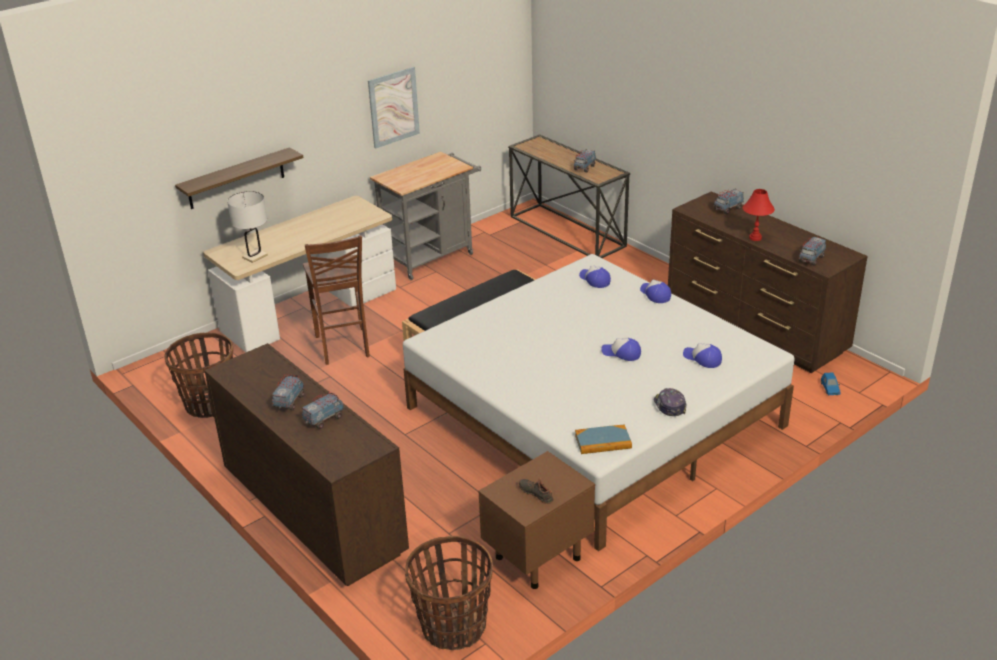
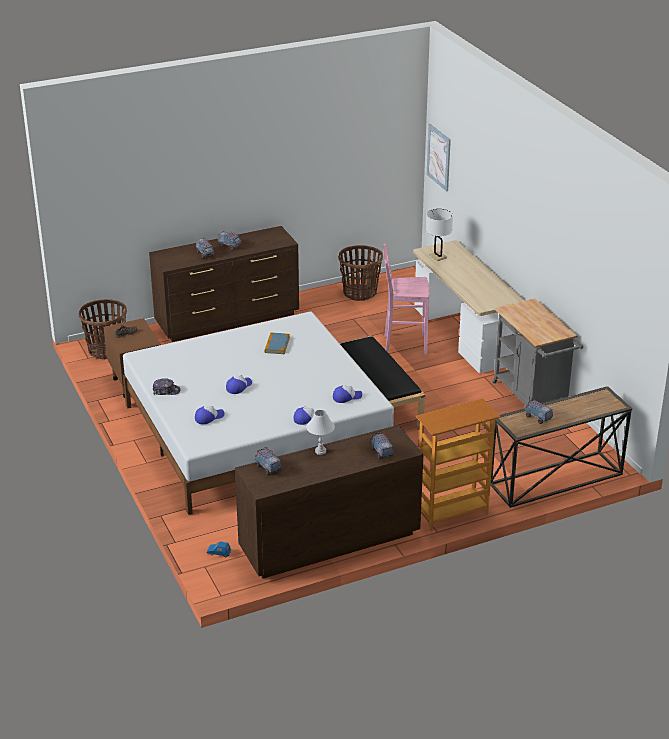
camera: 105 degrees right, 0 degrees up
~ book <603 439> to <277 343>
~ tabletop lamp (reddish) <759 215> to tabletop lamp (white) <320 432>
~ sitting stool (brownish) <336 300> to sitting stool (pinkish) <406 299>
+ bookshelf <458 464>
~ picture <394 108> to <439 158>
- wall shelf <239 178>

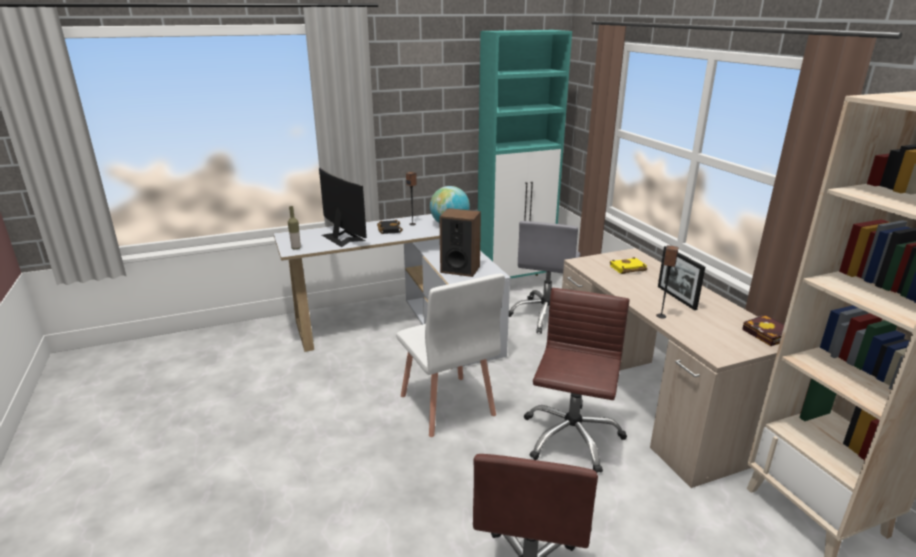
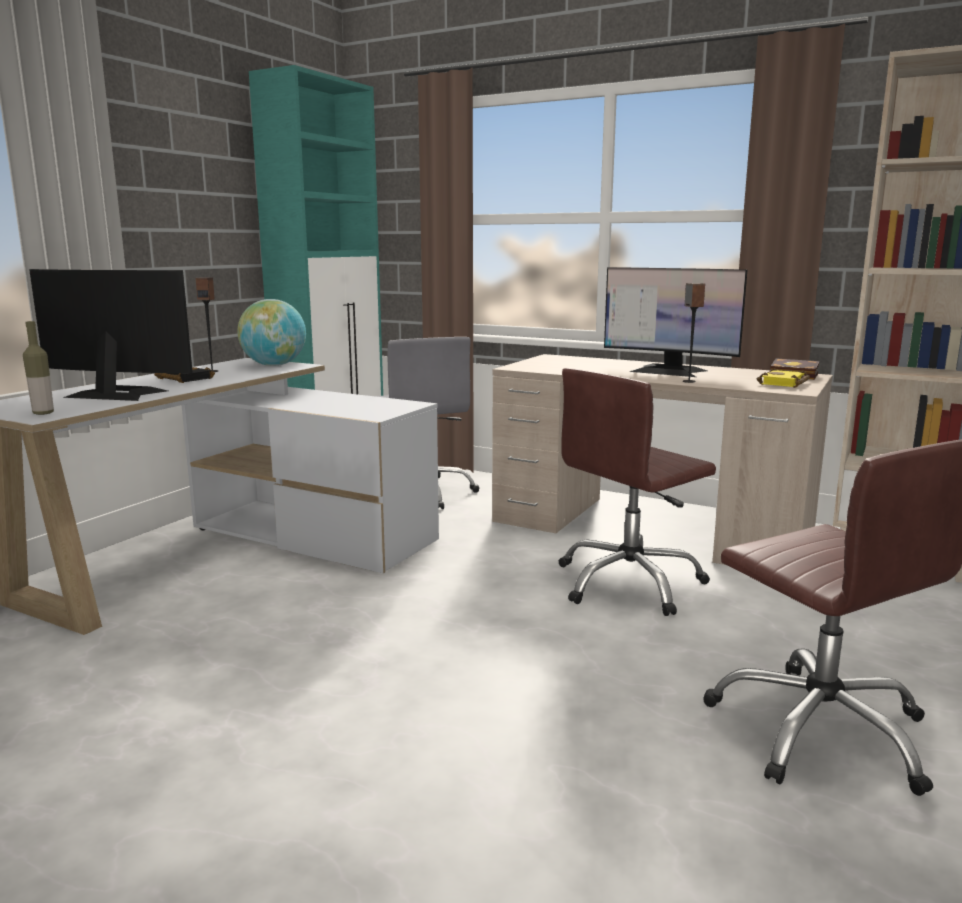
camera: 40 degrees left, 10 degrees down
~ office chair (brownish) <576 380> = <637 492> 105 degrees counterclockwise
~ picture frame <681 278> to monitor <675 322>
~ book (yellowish) <628 265> to <783 378>
- chair (white) <450 355>
- audio speaker <460 242>

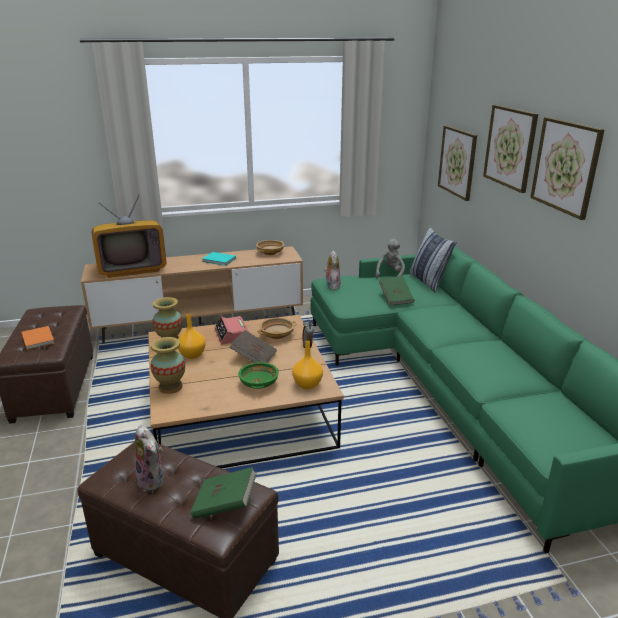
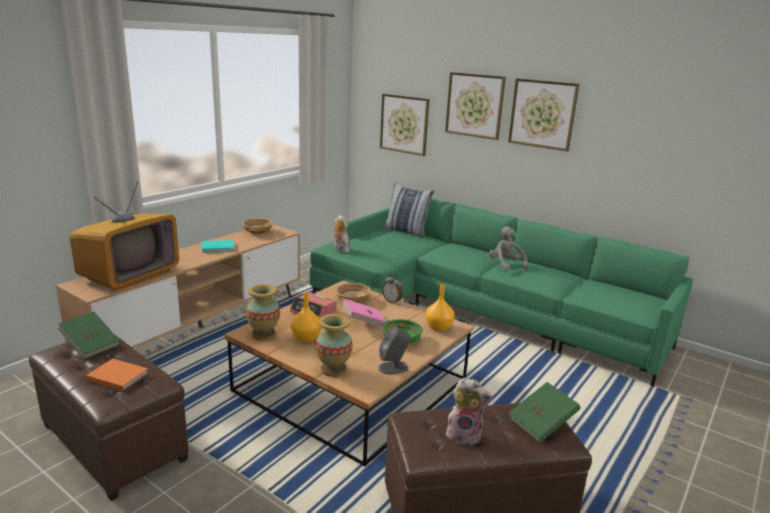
camera: 40 degrees left, 5 degrees down
~ book (green) <396 291> to <89 335>
~ book (brownish) <253 346> to book (pinkish) <364 313>
+ audio speaker (greyish) <394 350>
~ cuddly toy (greyish) <390 258> to <508 248>

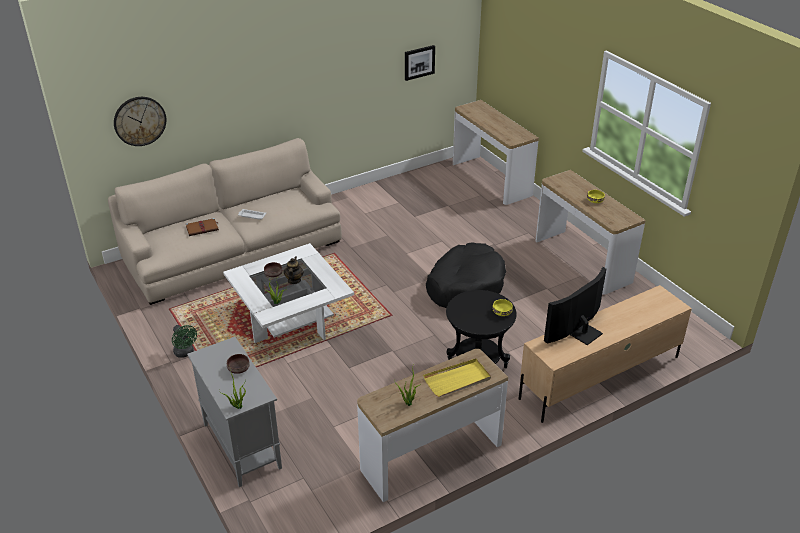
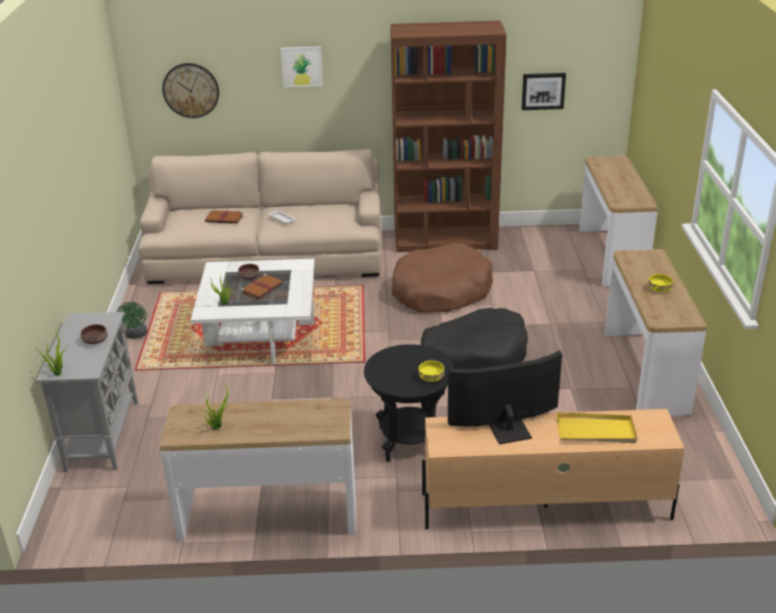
camera: 30 degrees right, 5 degrees down
~ pot for tea <293 270> to book (brownish) <262 286>
+ picture <302 67>
+ bookshelf (brownish) <448 136>
+ pet bed (brownish) <442 277>
~ tray (yellowish) <457 377> to <597 427>

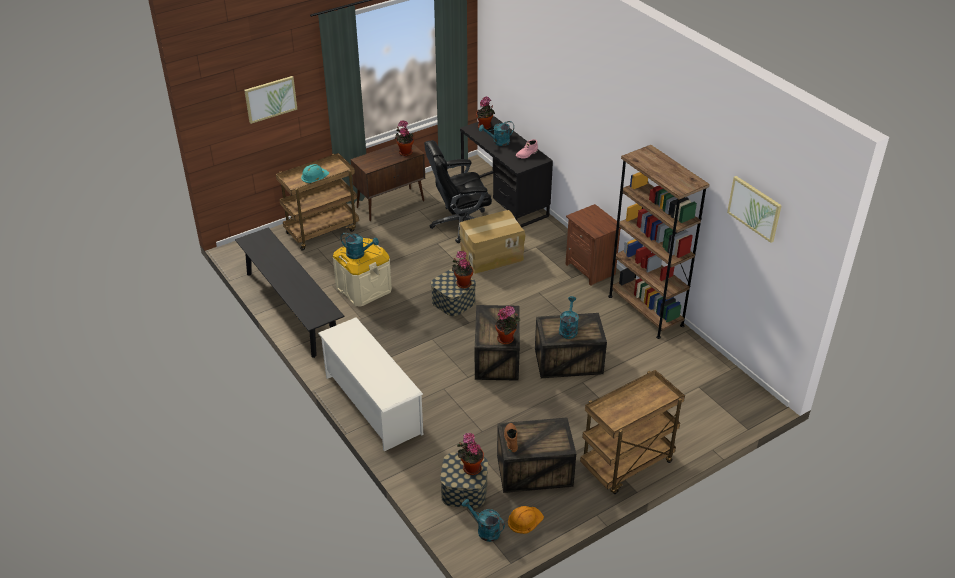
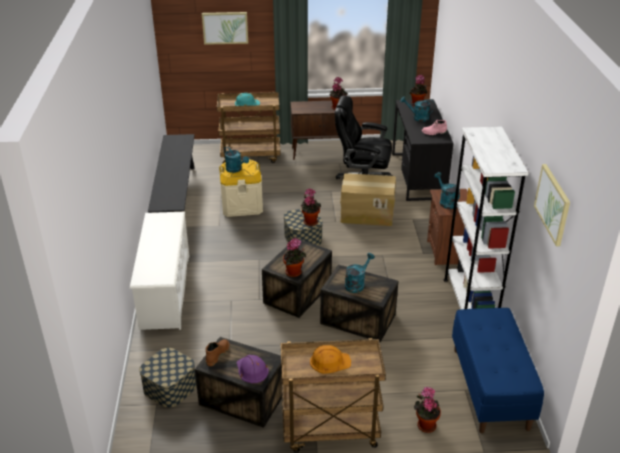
camera: 30 degrees right, 5 degrees down
+ hard hat (purple) <253 369>
~ hard hat (orangey) <526 520> to <330 359>
~ potted plant <470 454> to <427 409>
~ sprinkling can (turquoise-coloured) <483 520> to <447 190>
~ bookshelf (brownish) <659 242> to bookshelf (white) <486 218>
+ bench (bluish) <498 370>

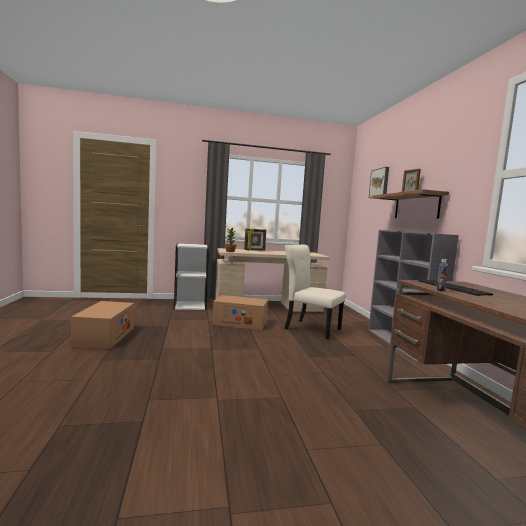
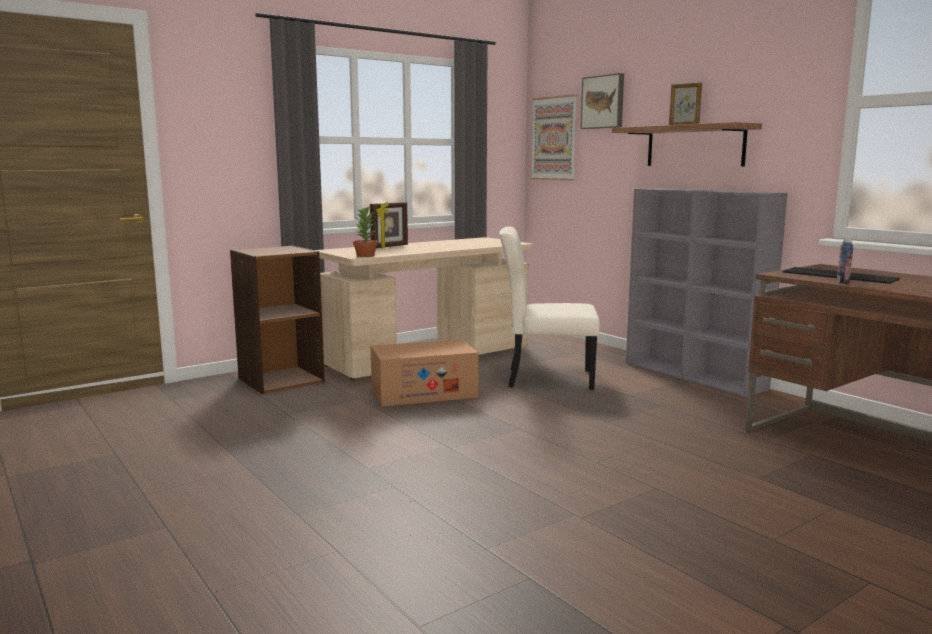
camera: 25 degrees left, 5 degrees up
~ bookshelf (white) <191 276> to bookshelf (brownish) <277 319>
+ picture <554 137>
- cardboard box <102 325>

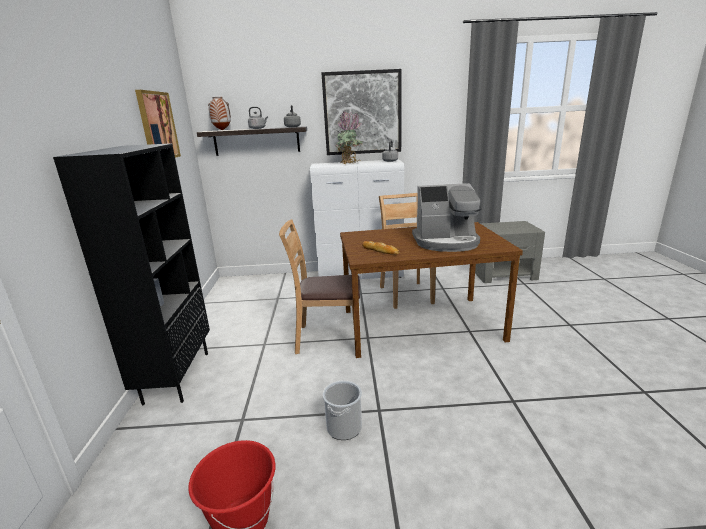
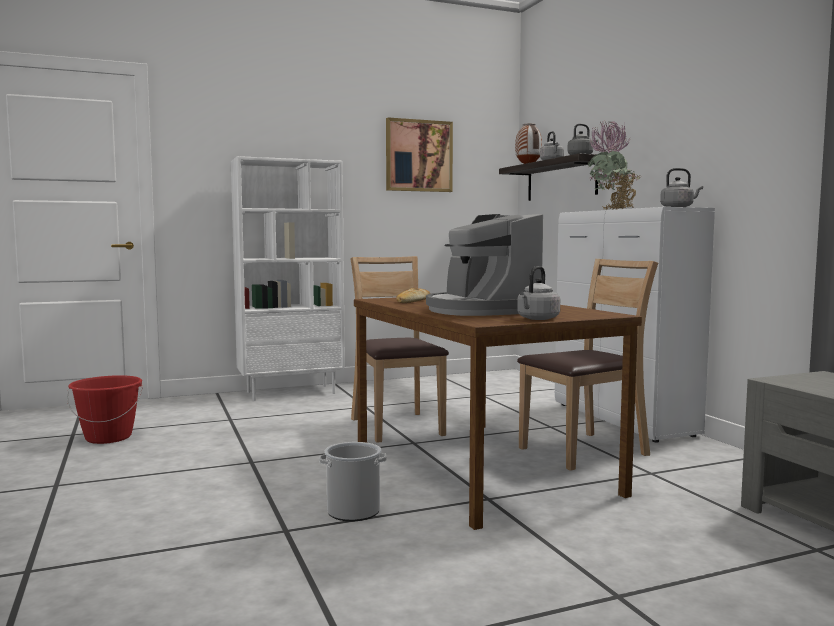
camera: 70 degrees right, 15 degrees down
~ bookshelf (black) <131 274> to bookshelf (white) <288 278>
~ bucket <342 410> to <353 481>
+ water kettle (greyish) <538 293>
- picture <361 112>

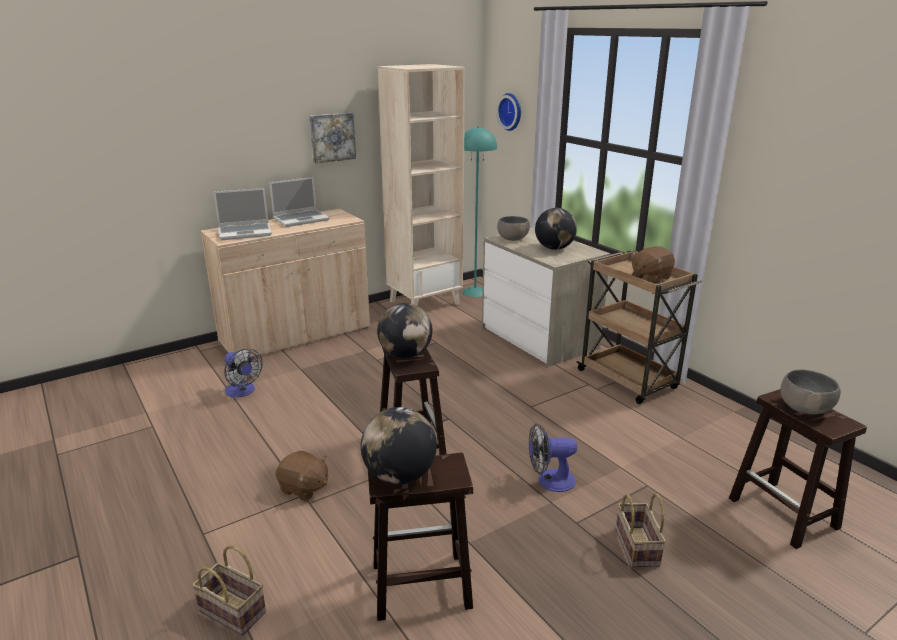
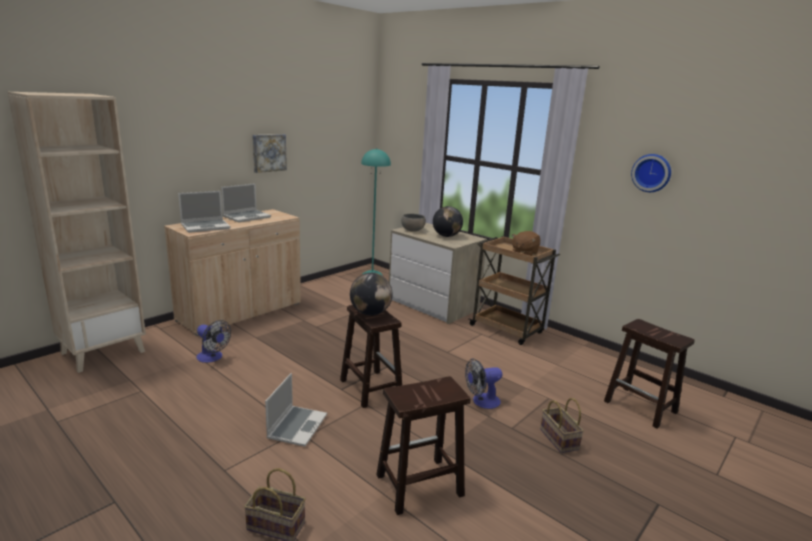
camera: 15 degrees left, 5 degrees down
~ bookshelf (beige) <421 185> to <77 232>
~ cuddly toy (brownish) <301 476> to notebook computer <296 409>
~ clock on the wall <508 112> to <651 173>
- desk globe <399 446>
- serving bowl (greyish) <811 392>

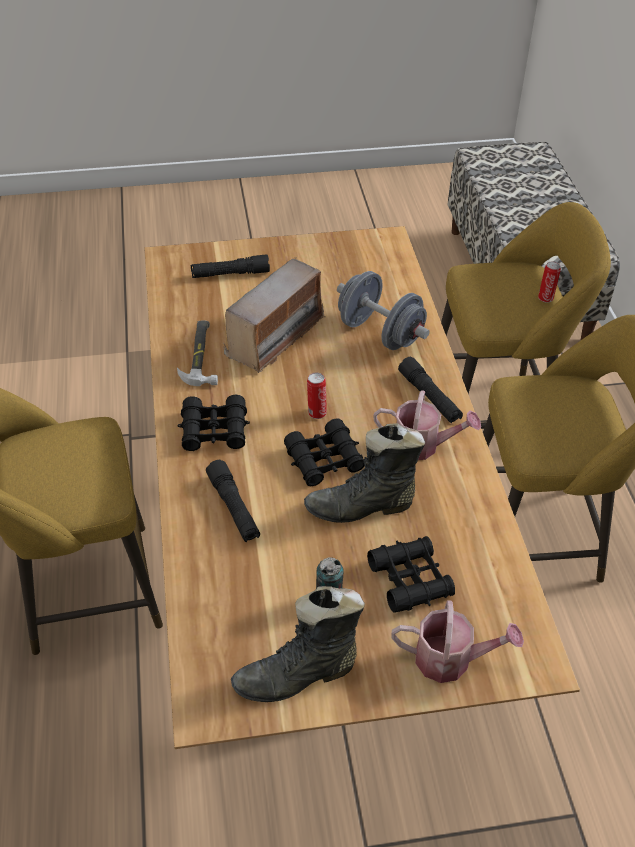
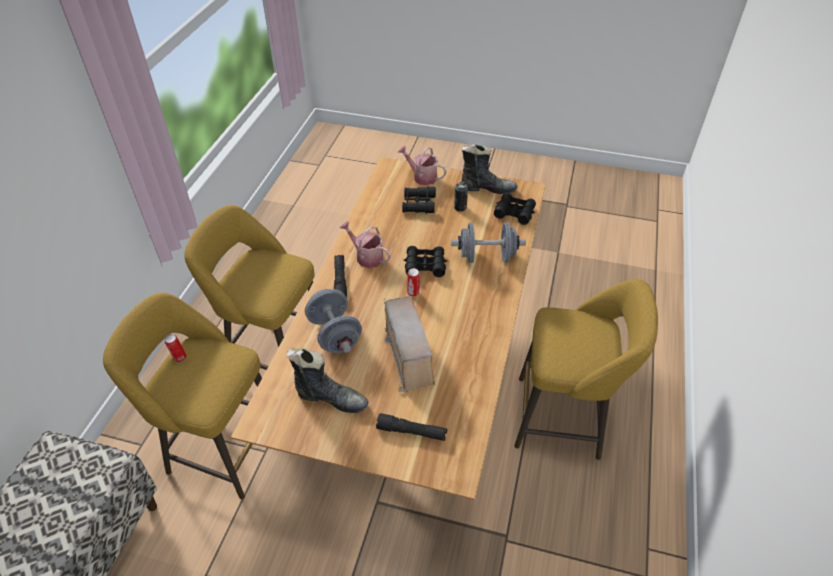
camera: 155 degrees left, 0 degrees up
~ high-top boot (black) <364 473> to <327 380>
~ radio <274 315> = <409 344> 105 degrees clockwise
~ hand torch (black) <233 501> to dumbbell (greyish) <488 242>
~ field glasses (black) <214 423> to <515 209>
- hammer <197 353>

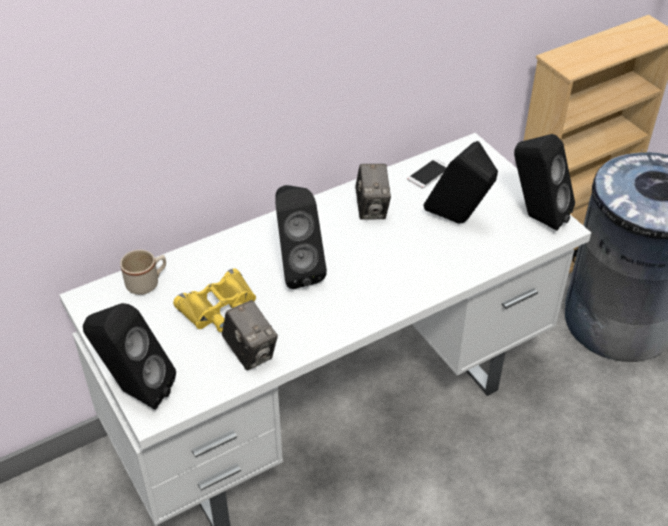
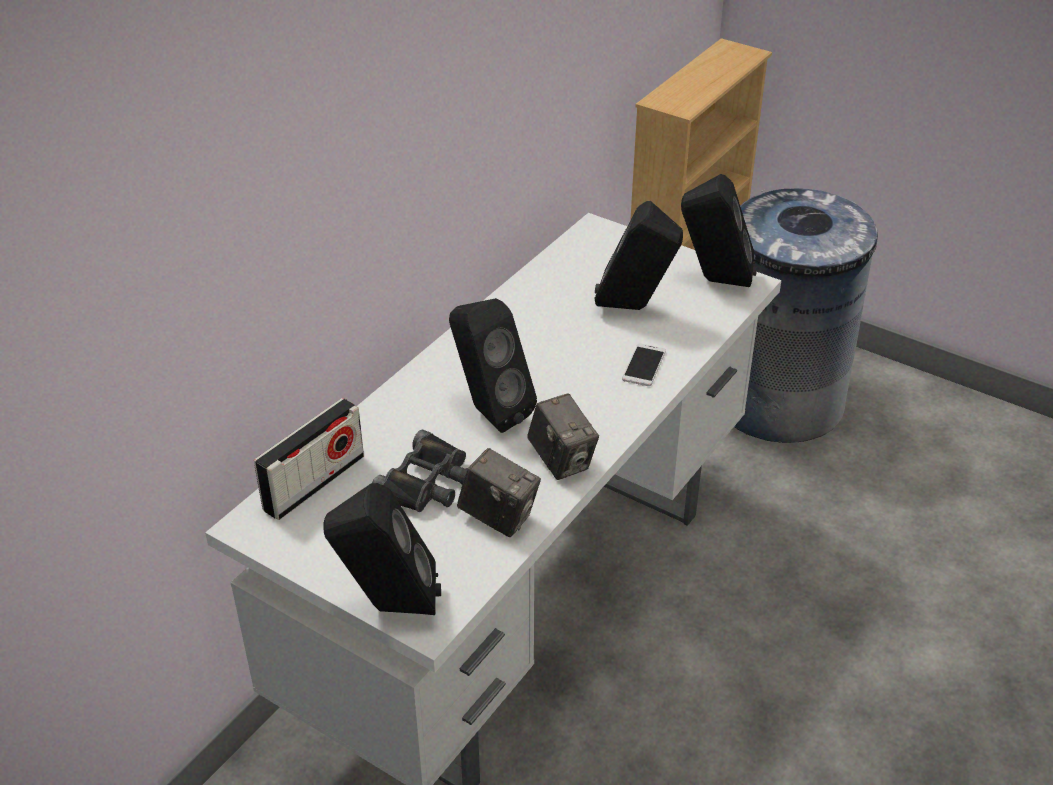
camera: 25 degrees left, 5 degrees down
~ tea mug (beige) <143 272> to radio <309 459>
~ field glasses (yellowish) <214 300> to field glasses (black) <420 471>
~ photo camera <373 192> to <563 436>
~ telephone <427 173> to <644 364>

